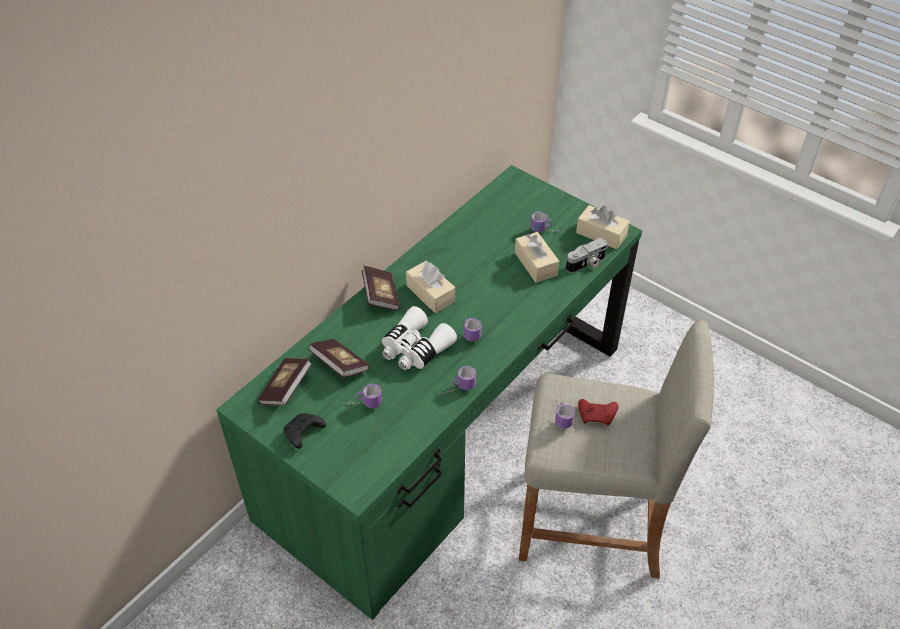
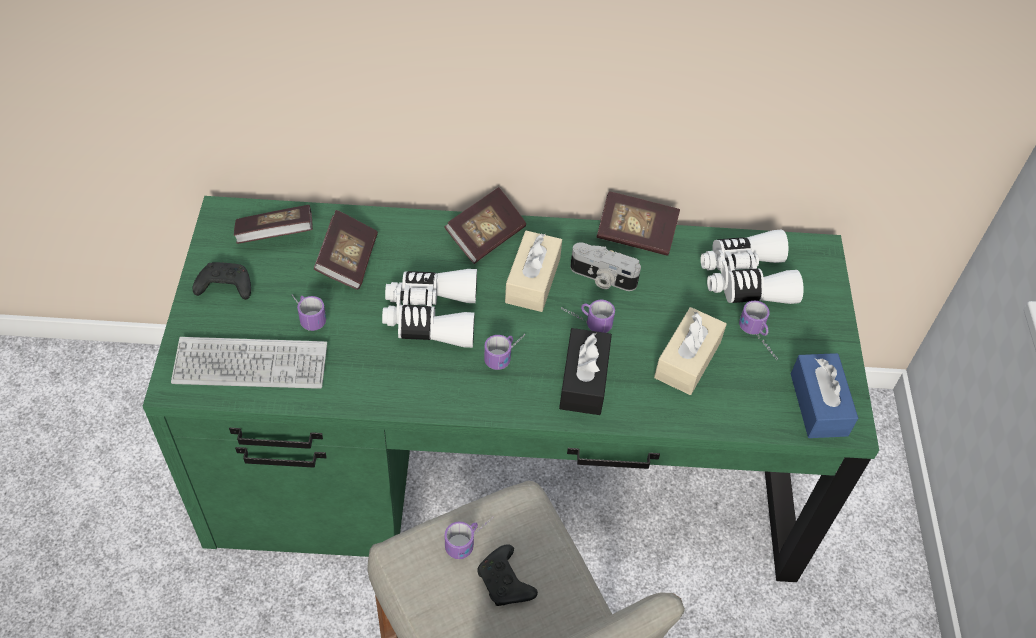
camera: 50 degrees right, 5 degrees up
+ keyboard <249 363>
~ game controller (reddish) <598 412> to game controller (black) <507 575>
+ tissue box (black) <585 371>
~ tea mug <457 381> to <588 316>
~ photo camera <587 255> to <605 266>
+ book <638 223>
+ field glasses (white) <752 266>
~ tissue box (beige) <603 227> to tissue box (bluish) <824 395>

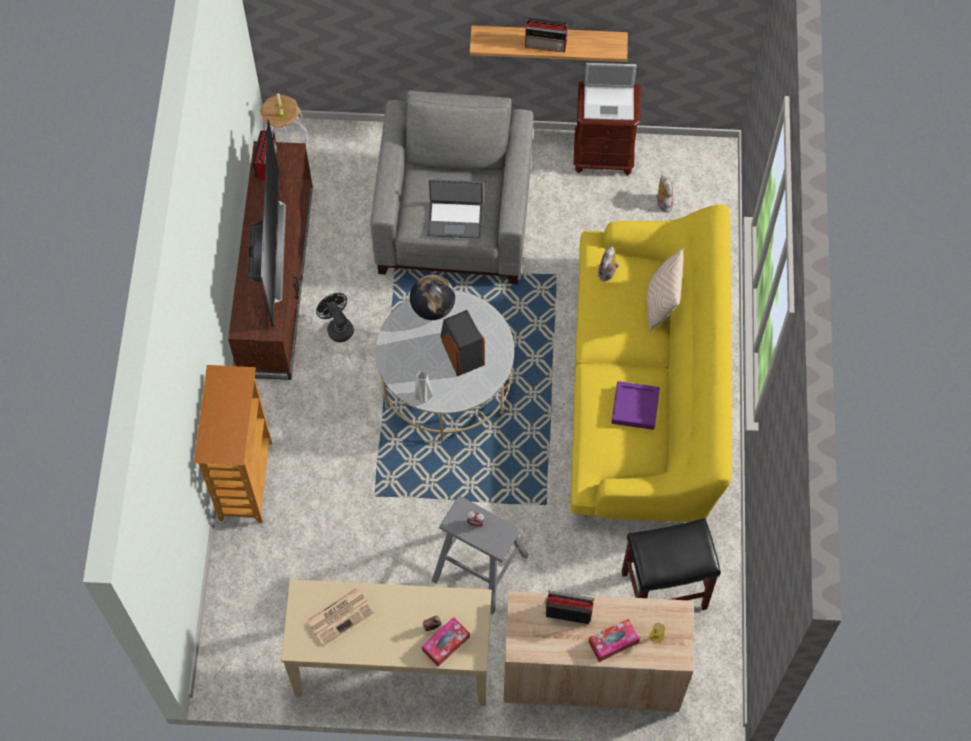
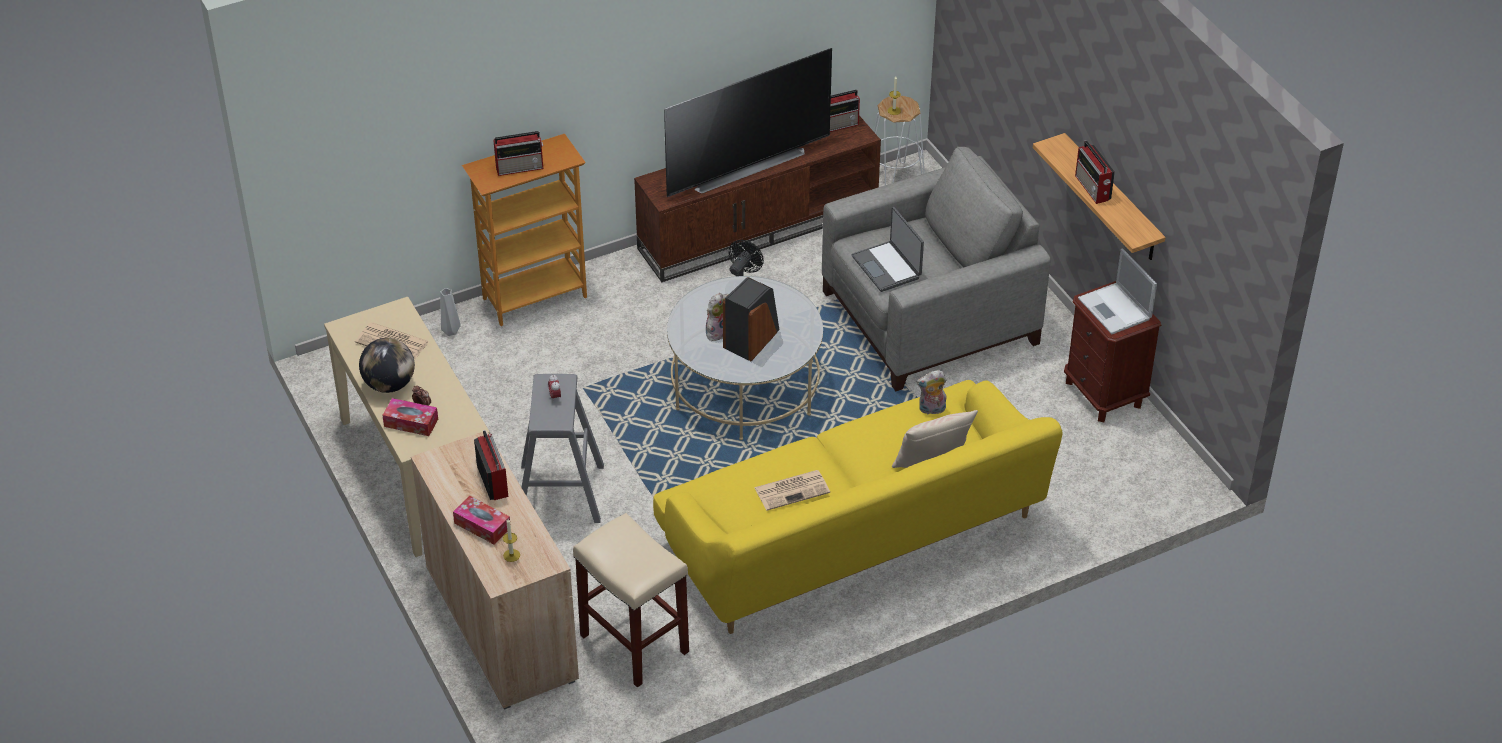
camera: 60 degrees right, 20 degrees down
~ desk globe <432 297> to <387 365>
~ flower vase (greyish) <423 387> to <450 312>
+ radio <518 153>
~ sitting stool (black) <671 564> to sitting stool (beige) <631 600>
~ cuddly toy <665 194> to <717 317>
~ tray (purple) <635 405> to daily paper <792 490>

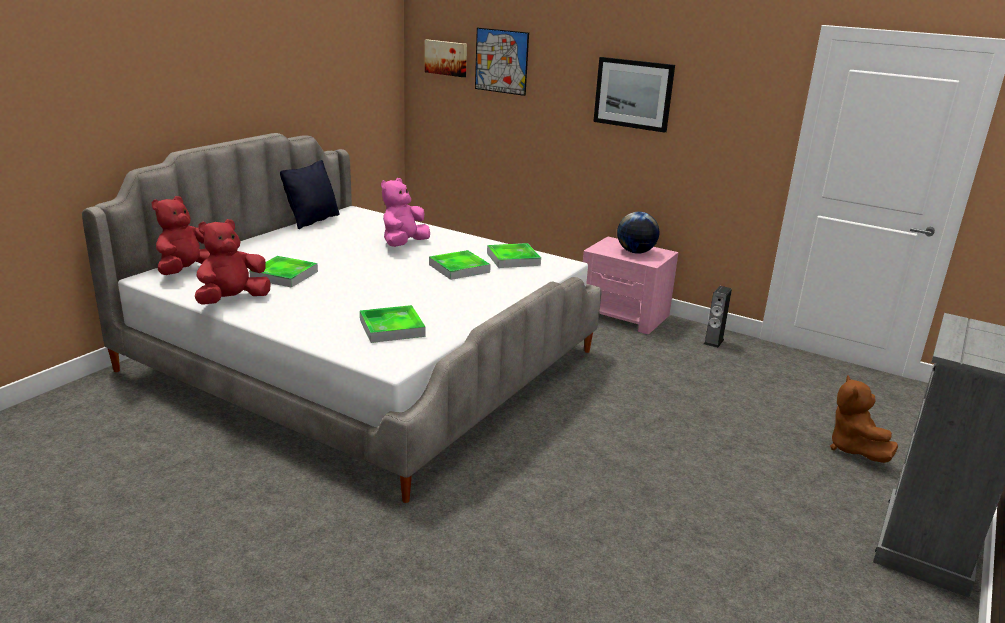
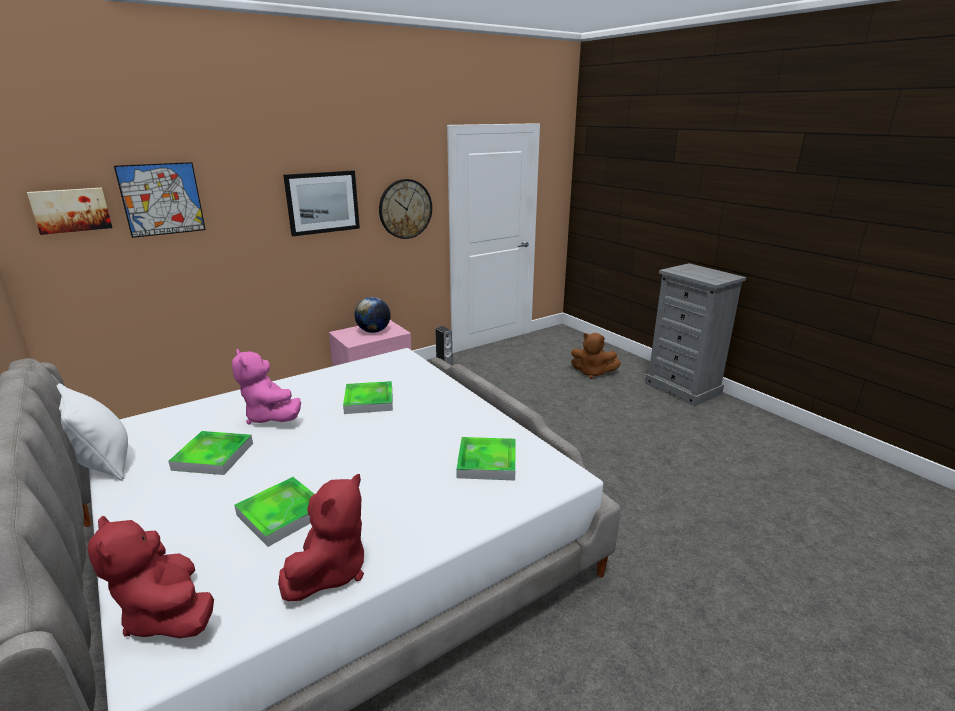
camera: 65 degrees left, 0 degrees up
~ throw pillow (black) <309 194> to throw pillow (white) <92 432>
~ tray <514 255> to <210 453>
~ cuddly toy (reddish) <233 262> = <321 537> 135 degrees counterclockwise
+ clock on the wall <405 209>

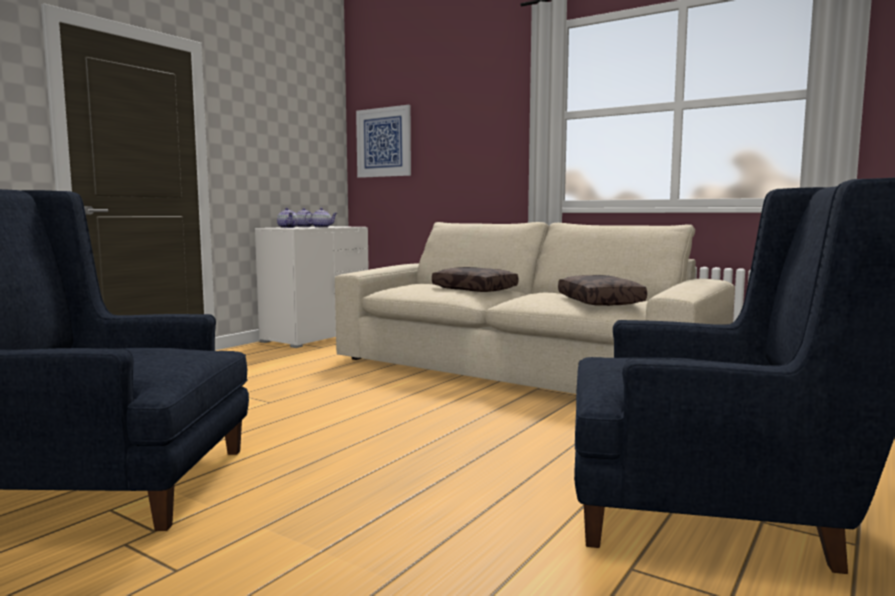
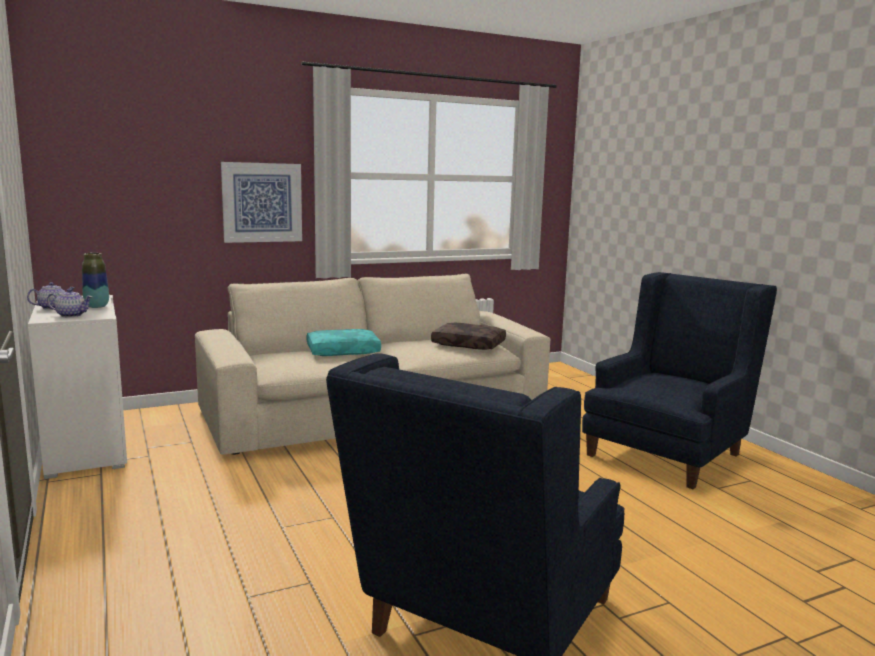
camera: 60 degrees left, 5 degrees up
~ pot for tea <321 218> to flower vase <95 280>
~ picture <383 141> to <261 202>
~ throw pillow (brownish) <475 279> to throw pillow (turquoise-coloured) <343 342>

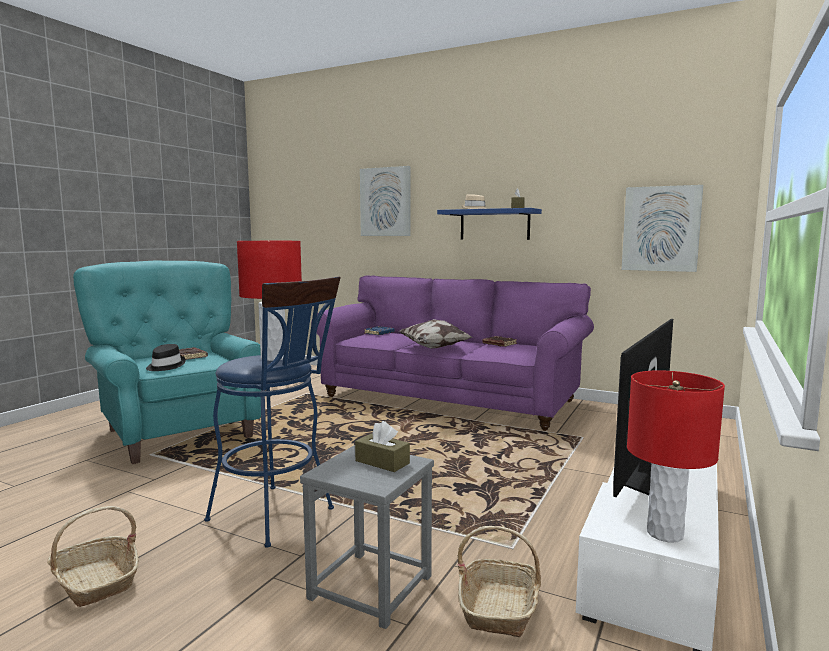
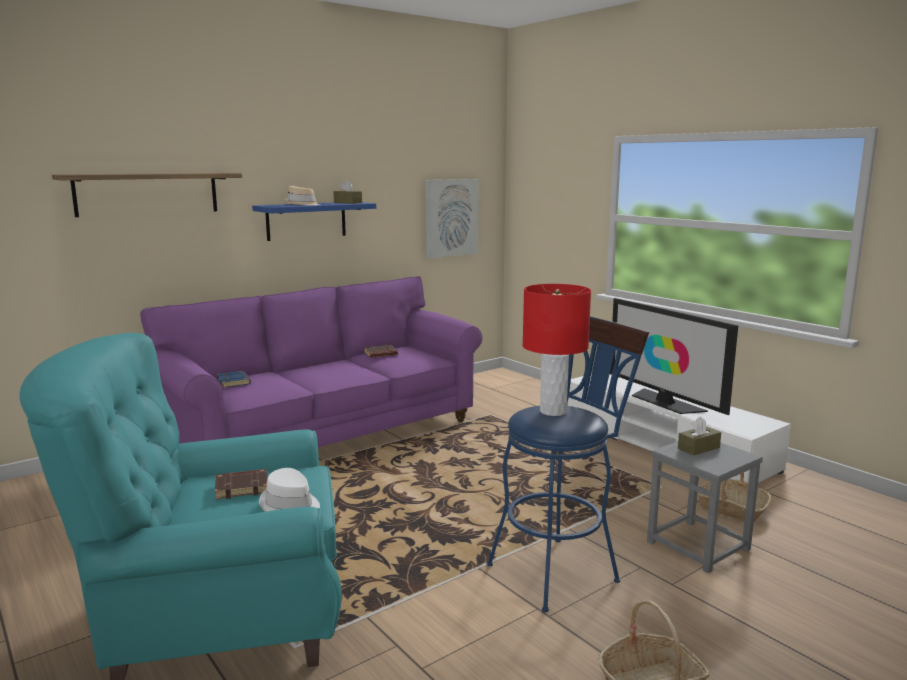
camera: 65 degrees left, 5 degrees up
~ picture <385 201> to wall shelf <147 195>
~ hat (black) <166 357> to hat (white) <289 490>
- throw pillow <435 334>
- tabletop lamp (reddish) <676 456>

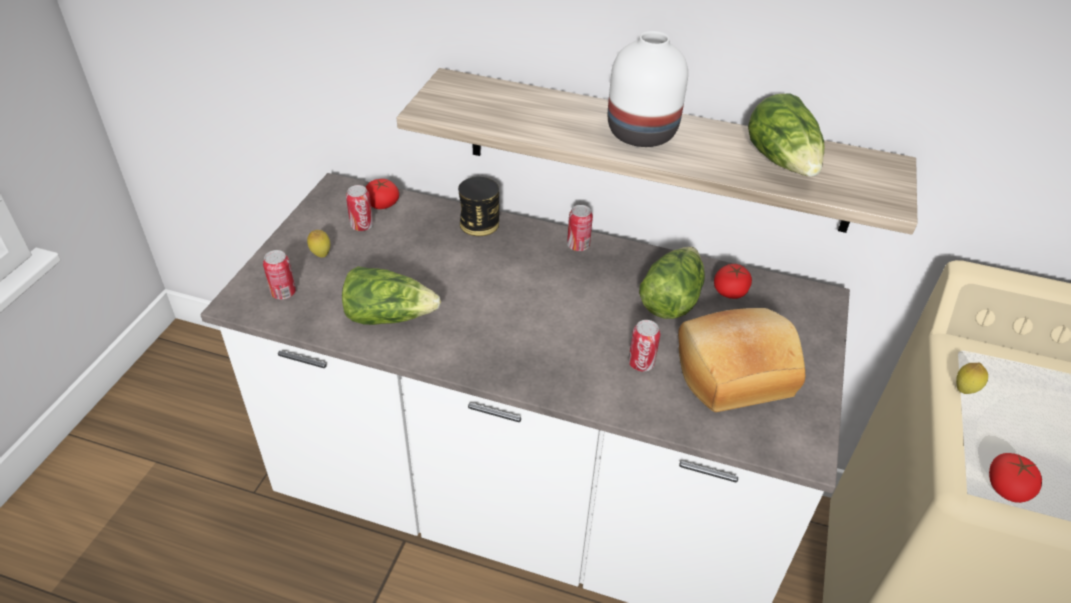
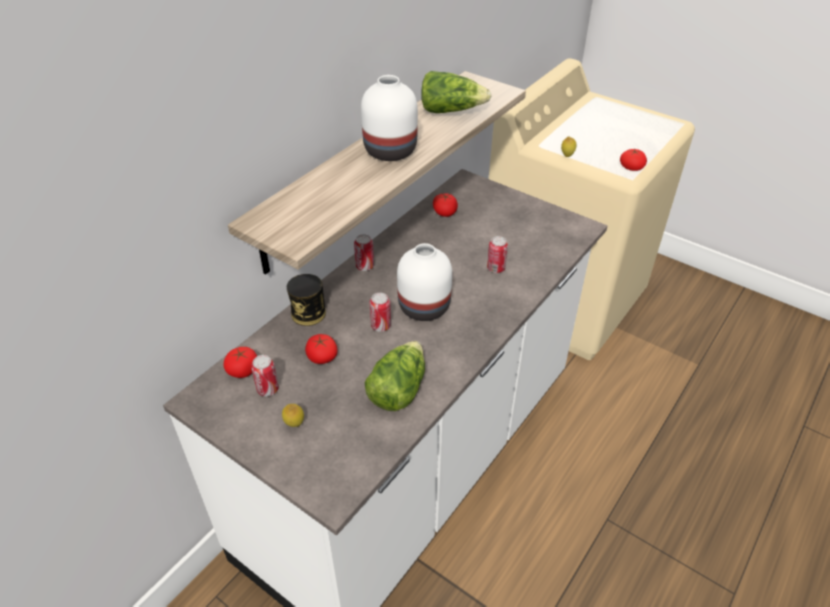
camera: 70 degrees left, 0 degrees up
+ fresh tomato <321 349>
~ sealed can <279 274> to <380 312>
+ flower vase (white) <424 282>
- head of lettuce <672 282>
- bread <741 360>

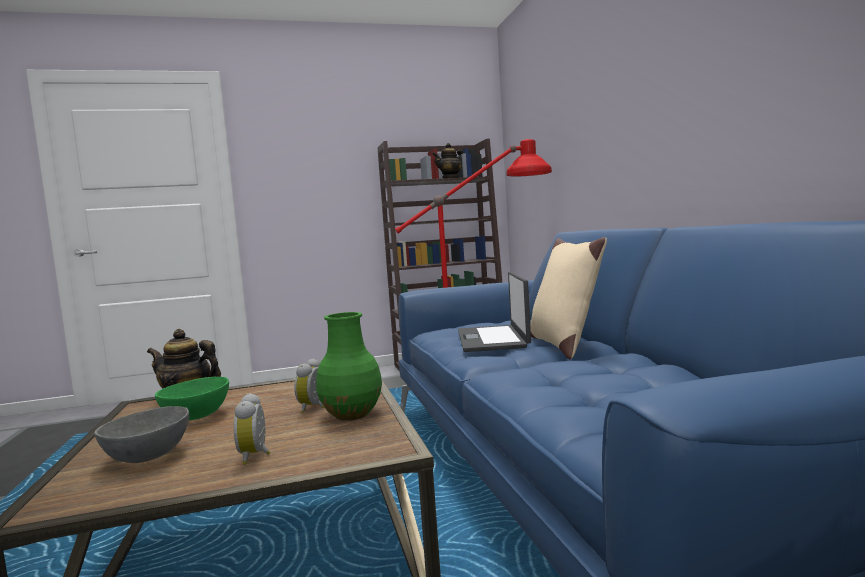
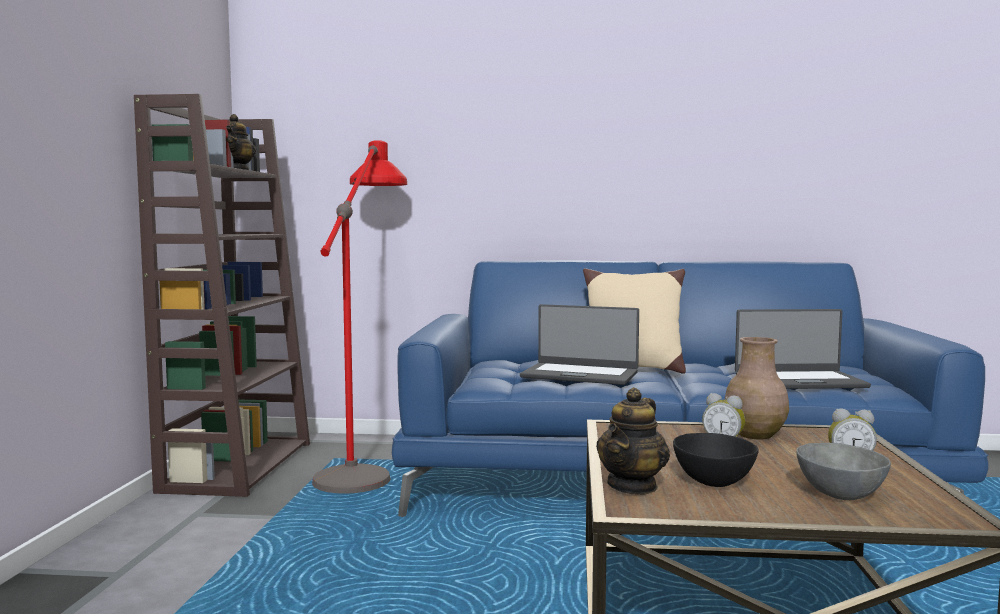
camera: 70 degrees left, 0 degrees up
~ serving bowl (green) <192 398> to serving bowl (black) <716 460>
~ flower vase (green) <349 366> to flower vase (brownish) <757 388>
+ notebook computer <803 349>

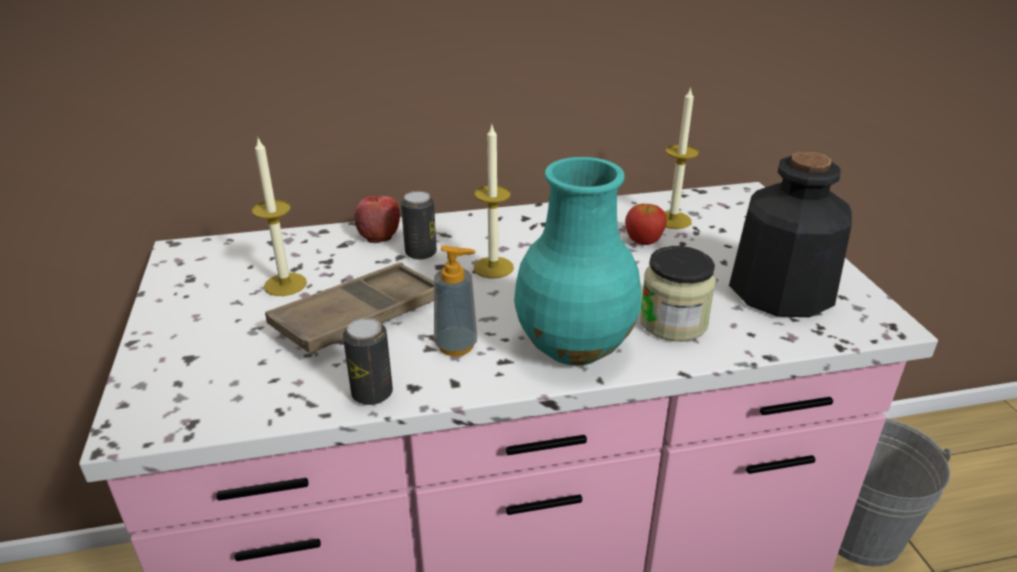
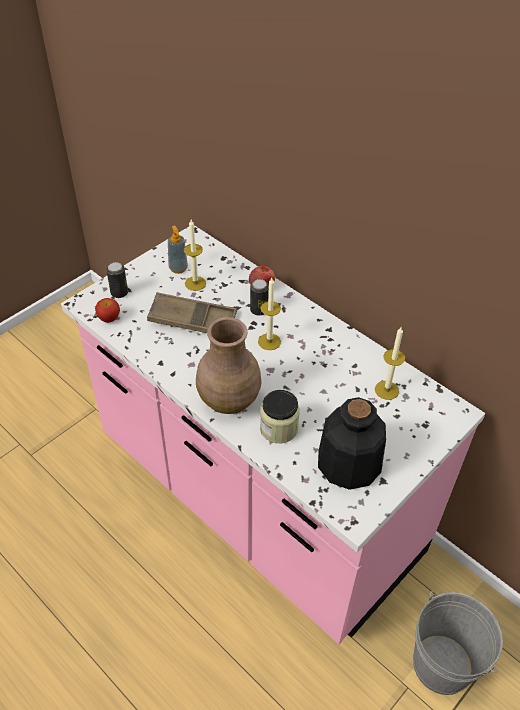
camera: 55 degrees right, 15 degrees up
~ whole apple <646 224> to <107 310>
~ sealed can <368 361> to <117 280>
~ soap bottle <455 300> to <178 250>
~ flower vase (turquoise-coloured) <577 261> to flower vase (brownish) <228 365>

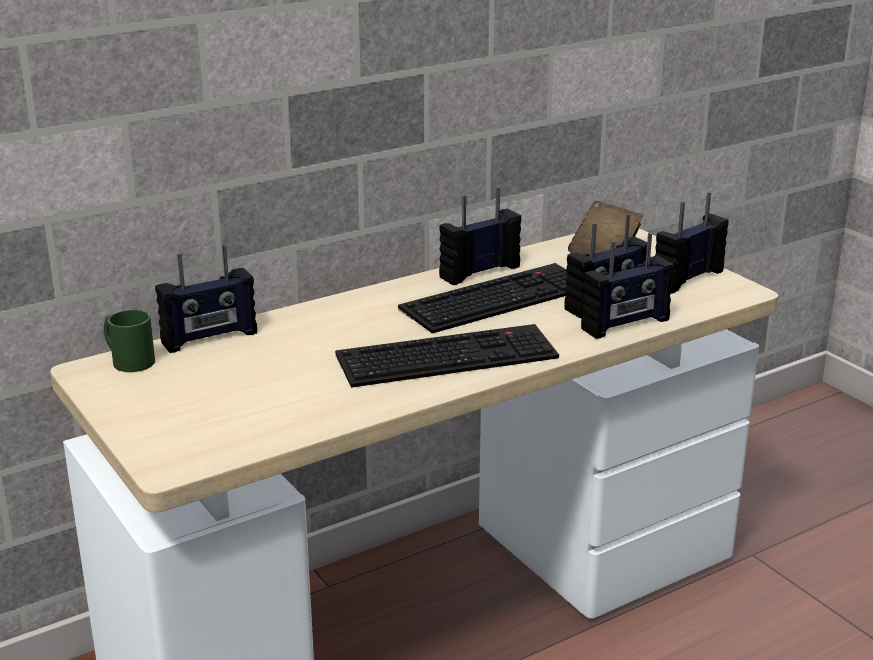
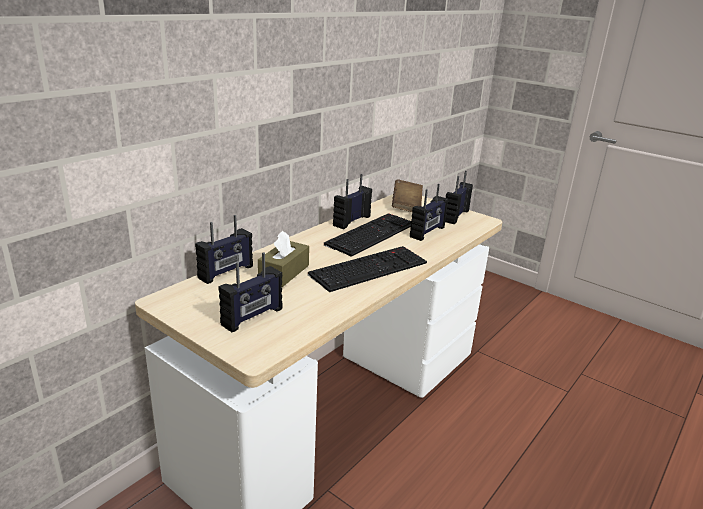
camera: 20 degrees left, 0 degrees up
~ radio <627 286> to <250 292>
+ tissue box (brownish) <283 259>
- tea mug (green) <129 340>

